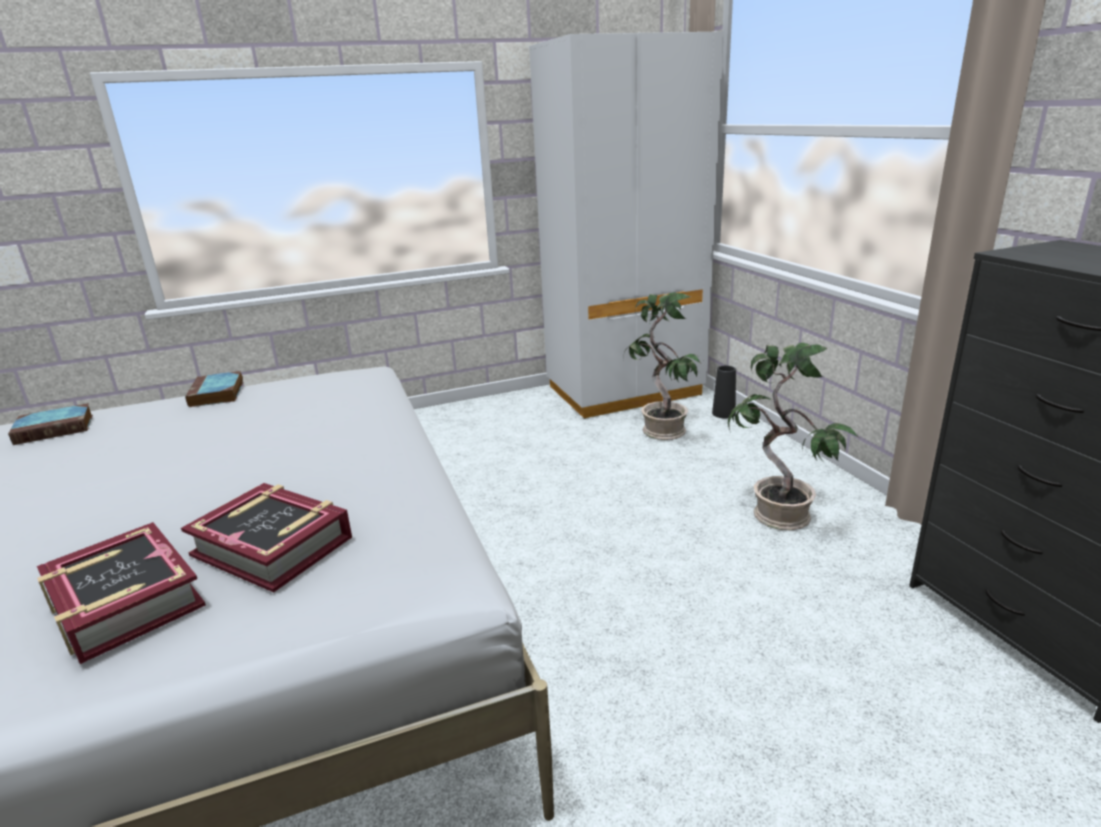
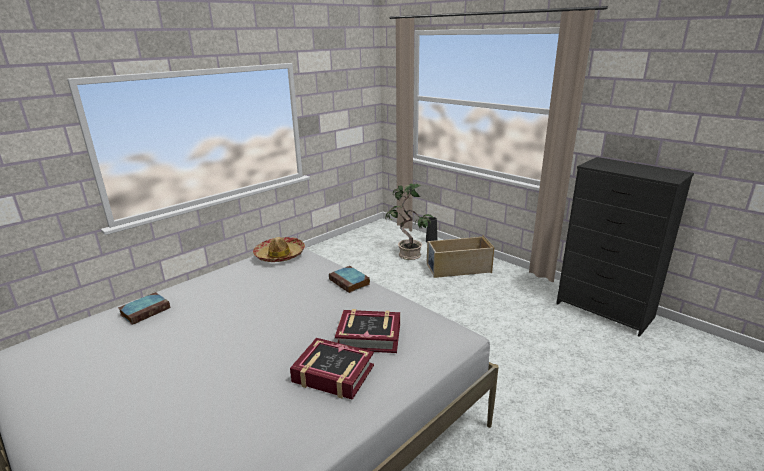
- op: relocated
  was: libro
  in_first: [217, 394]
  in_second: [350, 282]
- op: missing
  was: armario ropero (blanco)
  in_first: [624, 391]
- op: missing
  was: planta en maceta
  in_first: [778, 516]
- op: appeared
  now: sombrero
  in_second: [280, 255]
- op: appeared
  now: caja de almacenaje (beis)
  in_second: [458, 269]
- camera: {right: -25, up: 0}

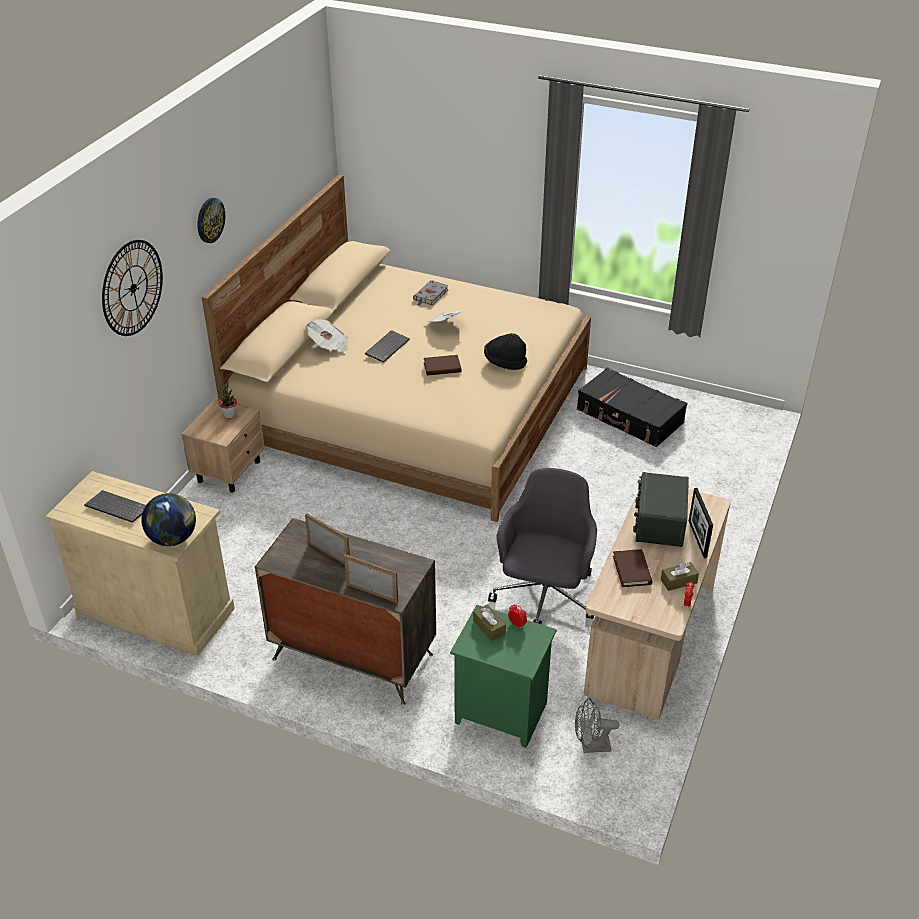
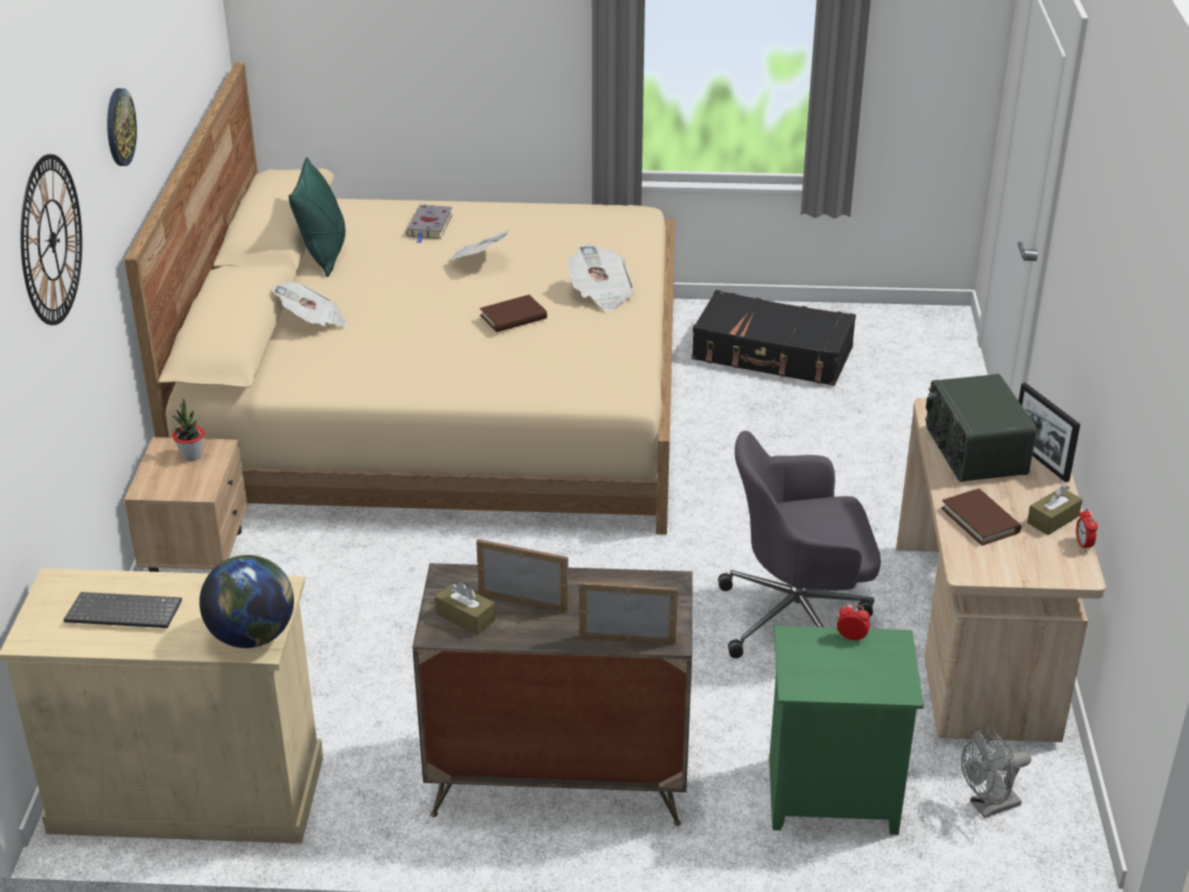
- op: missing
  was: teclado
  in_first: [387, 347]
- op: relocated
  was: caja de pañuelos (marrón)
  in_first: [489, 627]
  in_second: [465, 617]
- op: exchanged
  was: sombrero (negro)
  now: periódico
  in_first: [505, 362]
  in_second: [601, 294]
- op: spun
  was: silla de oficina (gris)
  in_first: [544, 596]
  in_second: [798, 619]
  clockwise: -90
- op: appeared
  now: cojín (verde)
  in_second: [324, 255]
- camera: {right: -20, up: -5}

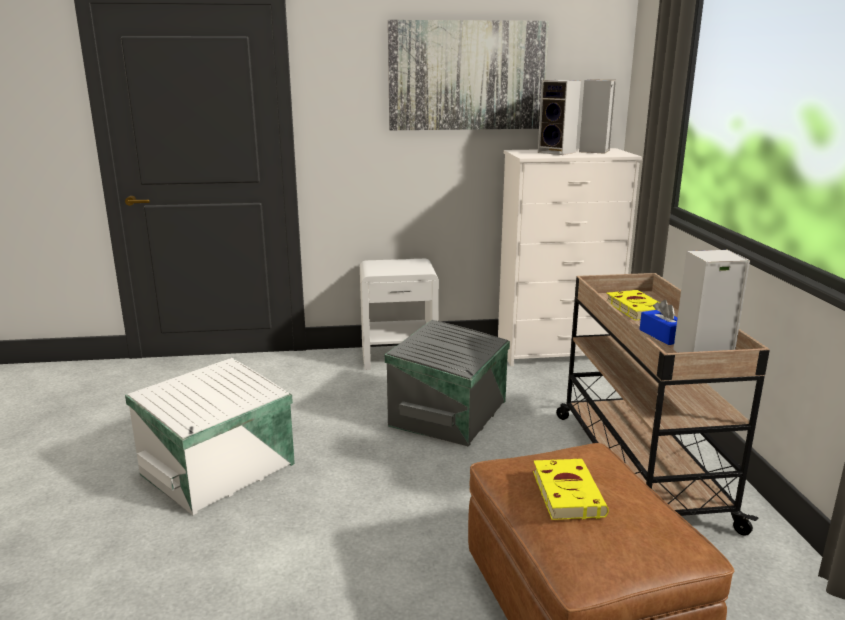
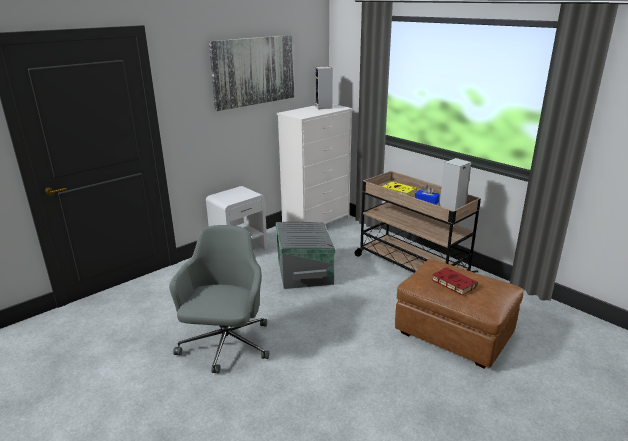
- op: exchanged
  was: caja de almacenaje (blanco)
  now: silla de oficina (gris)
  in_first: [220, 469]
  in_second: [226, 346]
- op: colour
  was: libro (amarillo)
  now: libro (rojo)
  in_first: [566, 492]
  in_second: [452, 283]
- op: missing
  was: altavoz
  in_first: [558, 152]
- camera: {right: -35, up: 5}

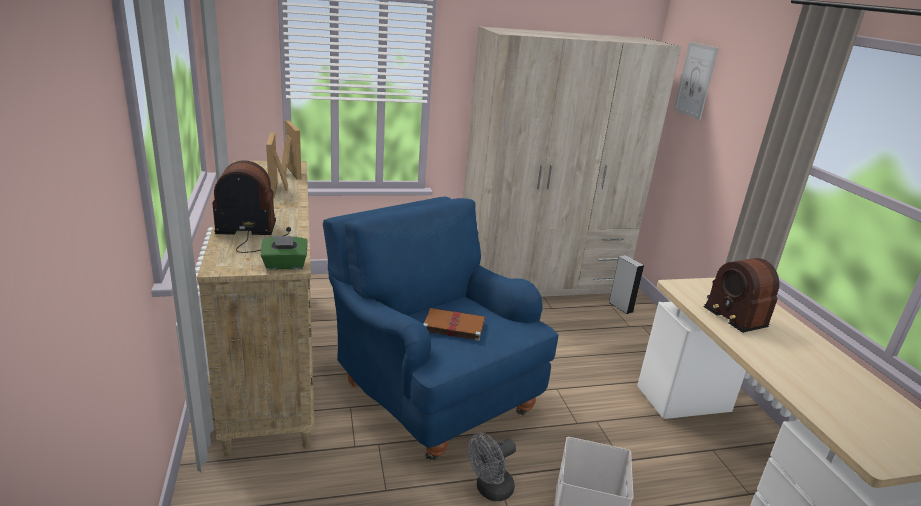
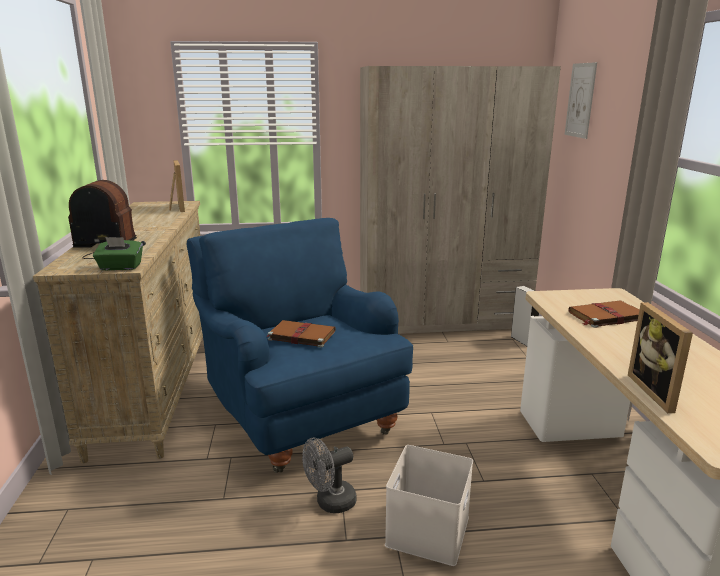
- op: relocated
  was: portarretratos
  in_first: [279, 189]
  in_second: [658, 392]
- op: exchanged
  was: radio
  now: libro (marrón)
  in_first: [737, 311]
  in_second: [605, 316]
- camera: {right: 10, up: -5}

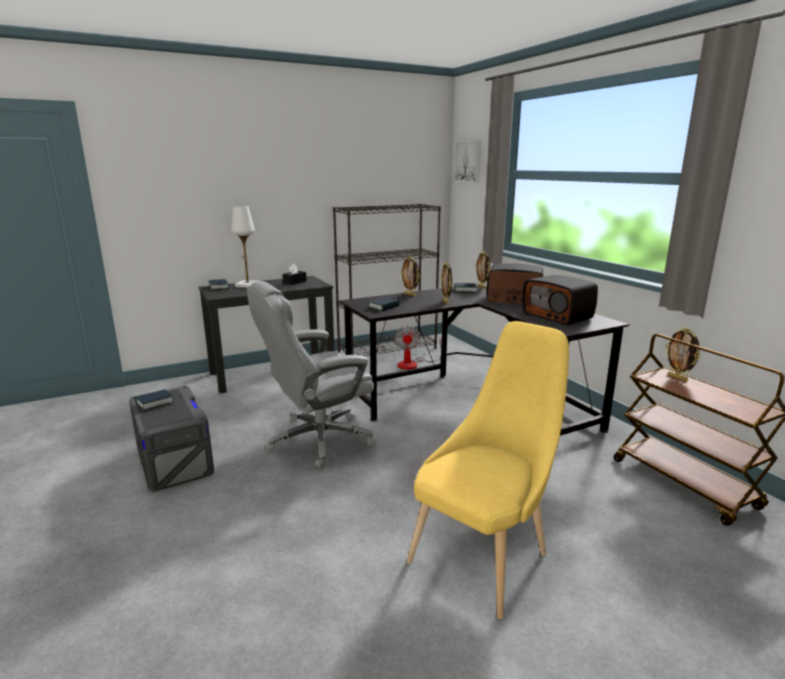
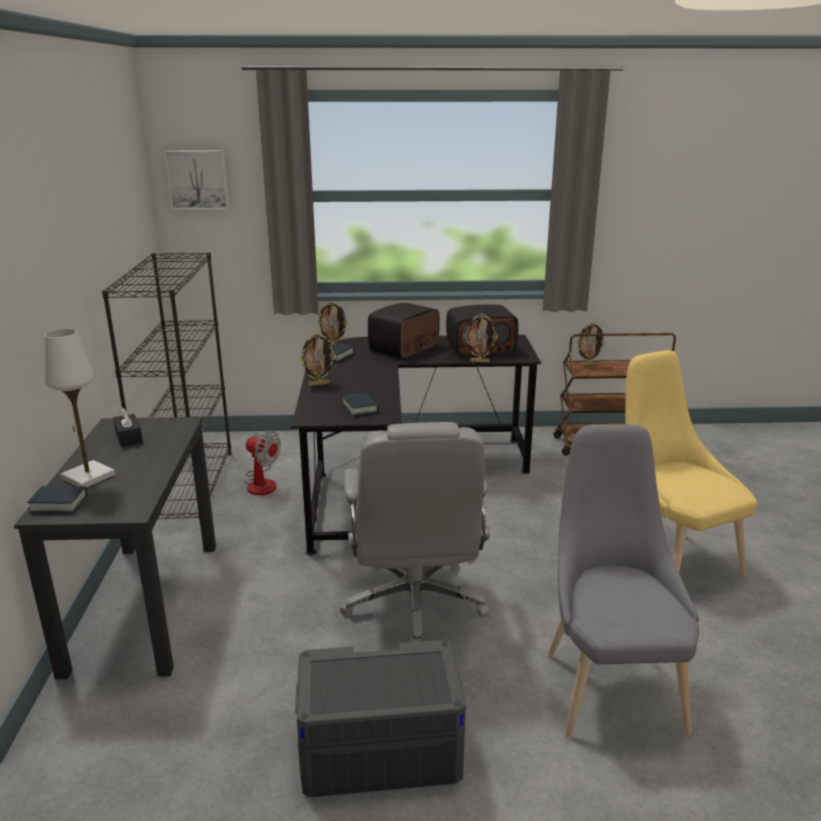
- op: missing
  was: libro
  in_first: [154, 403]
- op: relocated
  was: portarretratos
  in_first: [446, 302]
  in_second: [480, 361]
- op: appeared
  now: silla (gris)
  in_second: [608, 683]
- camera: {right: -65, up: 5}

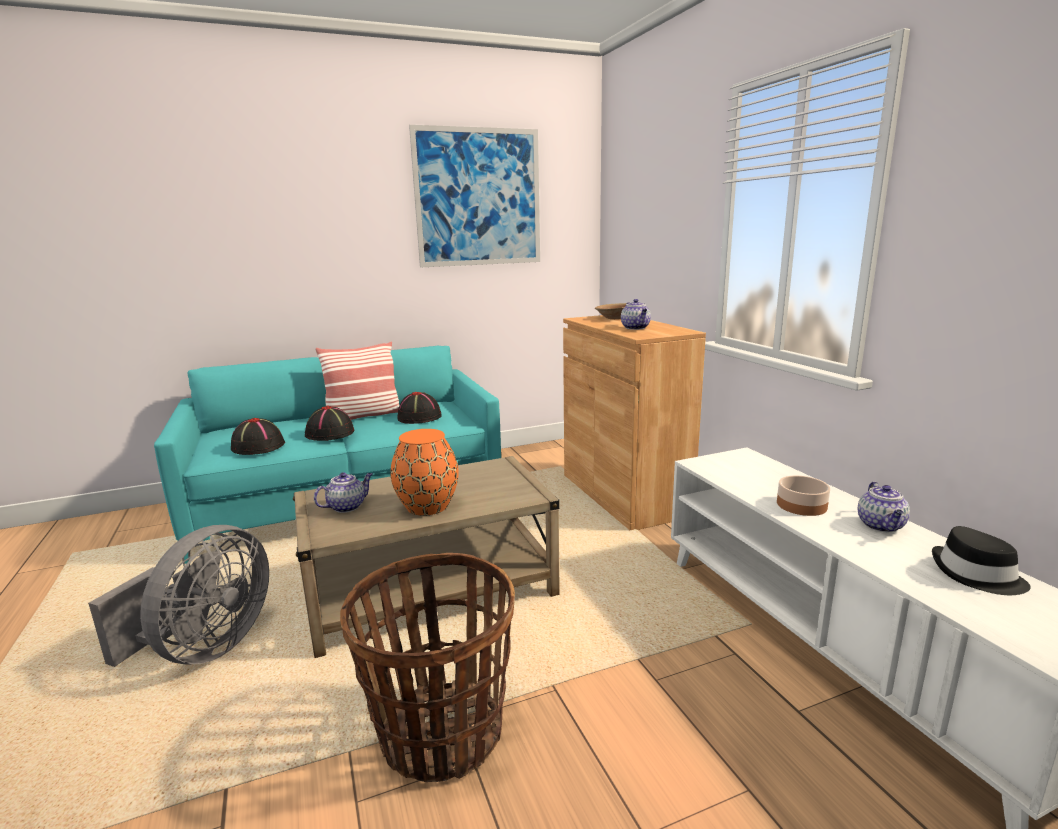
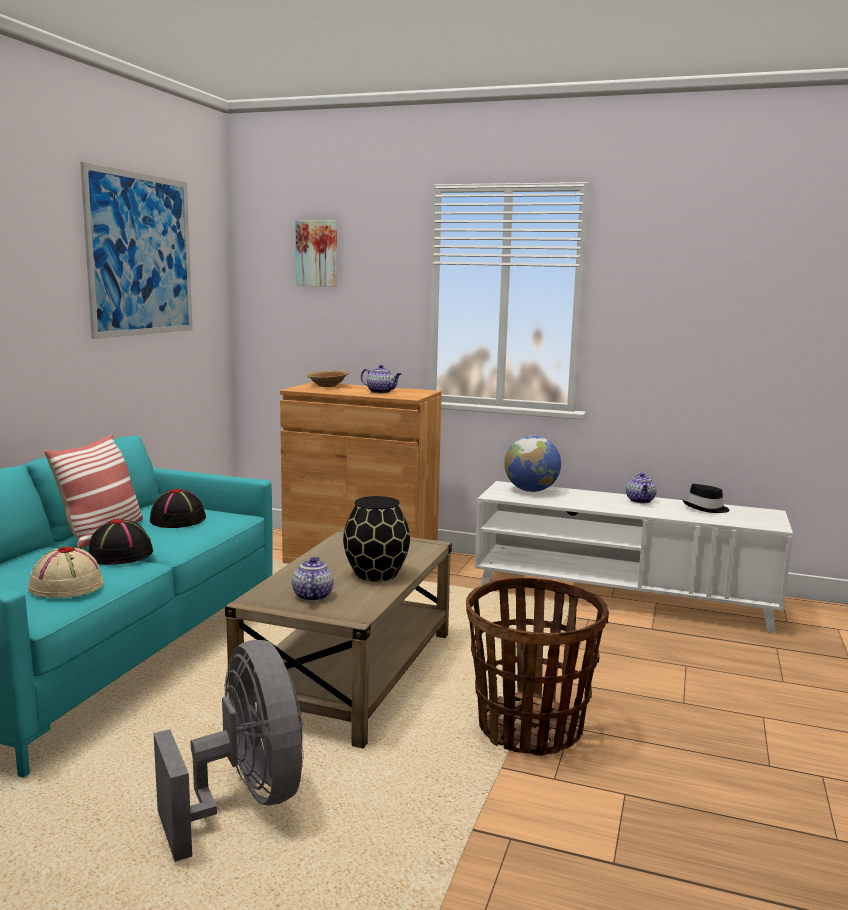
- op: colour
  was: sombrero (negro)
  now: sombrero (beis)
  in_first: [257, 446]
  in_second: [66, 586]
- op: colour
  was: florero (naranja)
  now: florero (negro)
  in_first: [428, 506]
  in_second: [377, 574]
- op: missing
  was: cuenco
  in_first: [801, 505]
- op: spun
  was: tetera
  in_first: [881, 526]
  in_second: [640, 501]
  clockwise: 45
- op: appeared
  now: cuadro
  in_second: [317, 253]
- op: appeared
  now: globo terráqueo
  in_second: [531, 491]
- camera: {right: -50, up: -5}

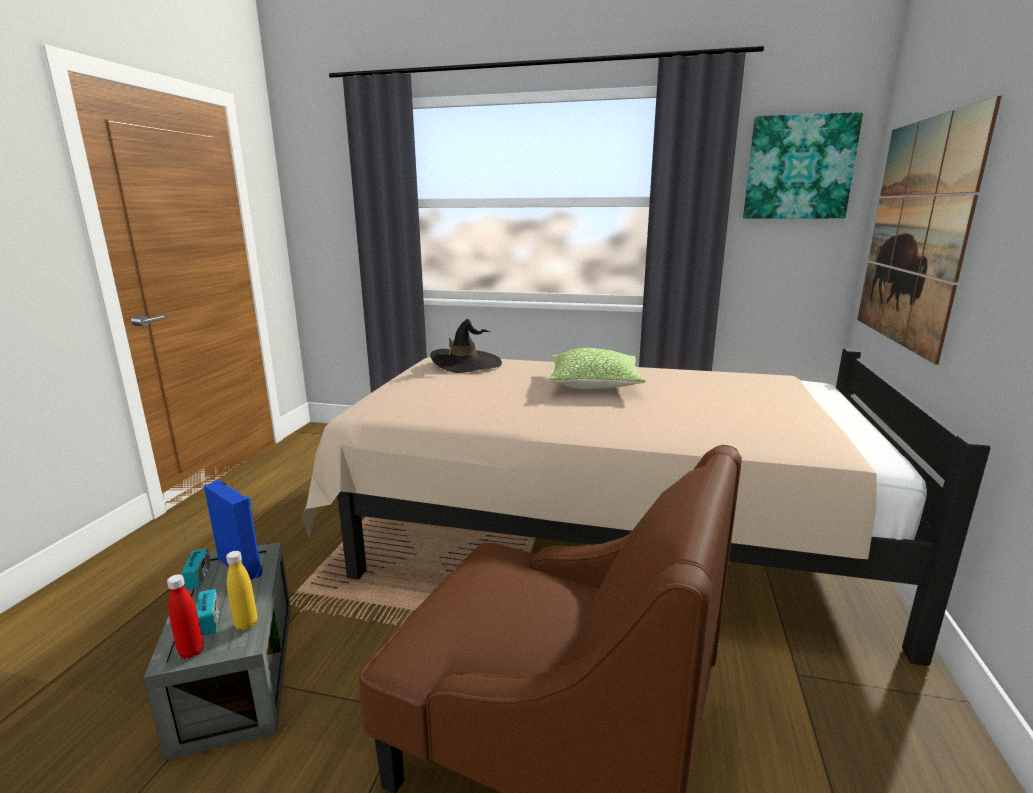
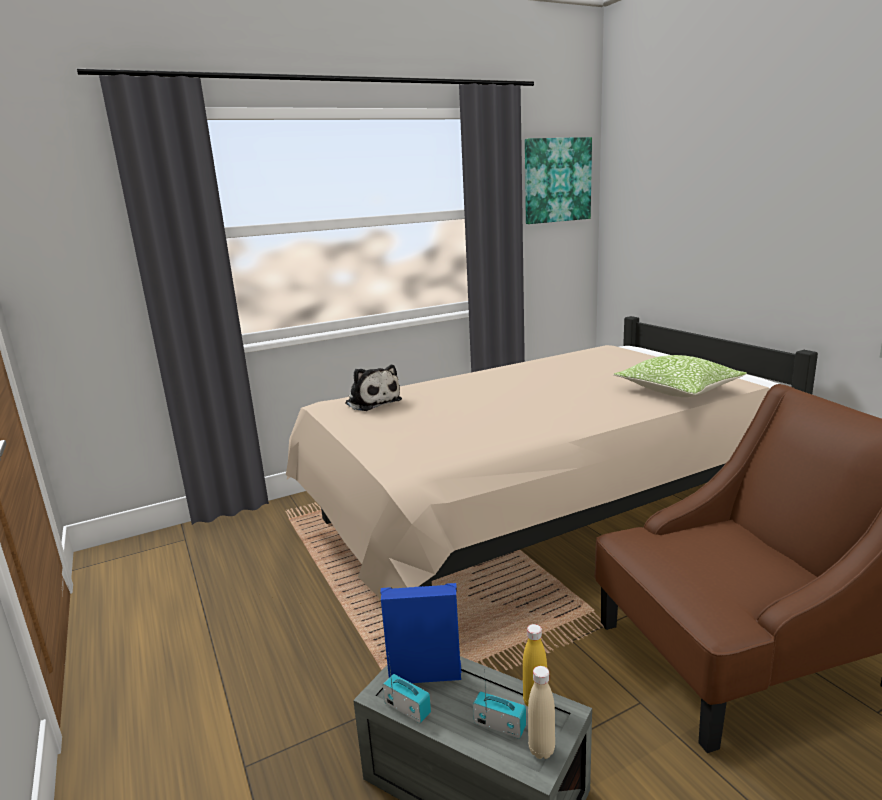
- op: colour
  was: botella (rojo)
  now: botella (beis)
  in_first: [191, 651]
  in_second: [541, 750]
- op: exchanged
  was: sombrero (negro)
  now: peluche
  in_first: [466, 364]
  in_second: [372, 402]
- op: relocated
  was: cojín
  in_first: [594, 384]
  in_second: [678, 390]
- op: missing
  was: cuadro
  in_first: [916, 233]
- camera: {right: -40, up: 0}

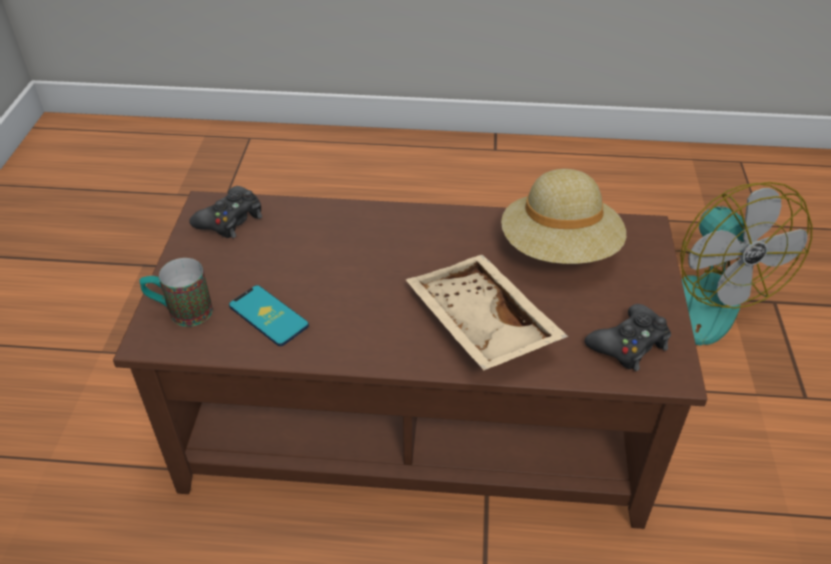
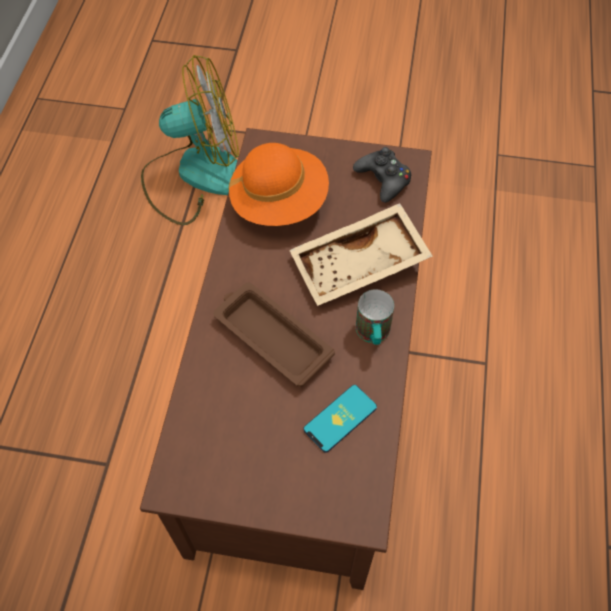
- op: relocated
  was: taza grande
  in_first: [181, 312]
  in_second: [373, 335]
- op: missing
  was: mando de consola (negro)
  in_first: [230, 220]
- op: colour
  was: sombrero (beis)
  now: sombrero (naranja)
  in_first: [559, 250]
  in_second: [279, 201]
- op: appeared
  now: bandeja (marrón)
  in_second: [271, 336]
- camera: {right: -85, up: 15}

